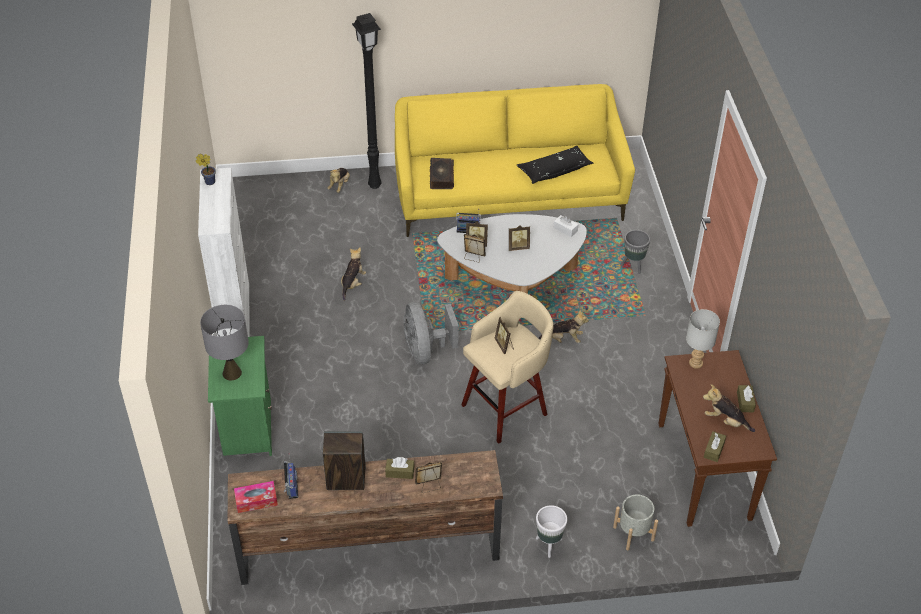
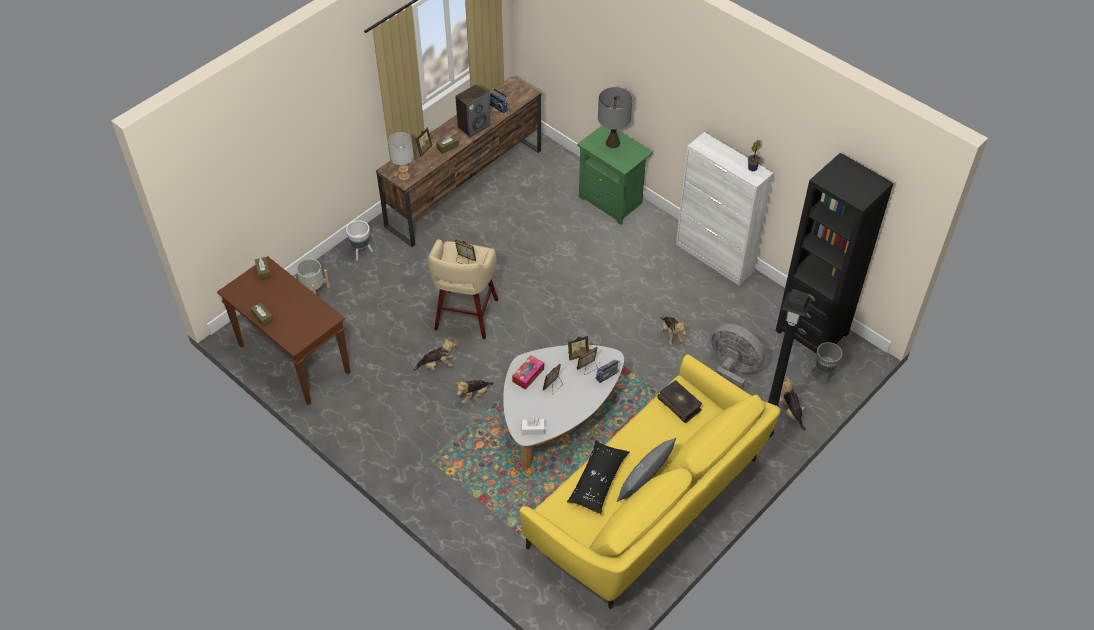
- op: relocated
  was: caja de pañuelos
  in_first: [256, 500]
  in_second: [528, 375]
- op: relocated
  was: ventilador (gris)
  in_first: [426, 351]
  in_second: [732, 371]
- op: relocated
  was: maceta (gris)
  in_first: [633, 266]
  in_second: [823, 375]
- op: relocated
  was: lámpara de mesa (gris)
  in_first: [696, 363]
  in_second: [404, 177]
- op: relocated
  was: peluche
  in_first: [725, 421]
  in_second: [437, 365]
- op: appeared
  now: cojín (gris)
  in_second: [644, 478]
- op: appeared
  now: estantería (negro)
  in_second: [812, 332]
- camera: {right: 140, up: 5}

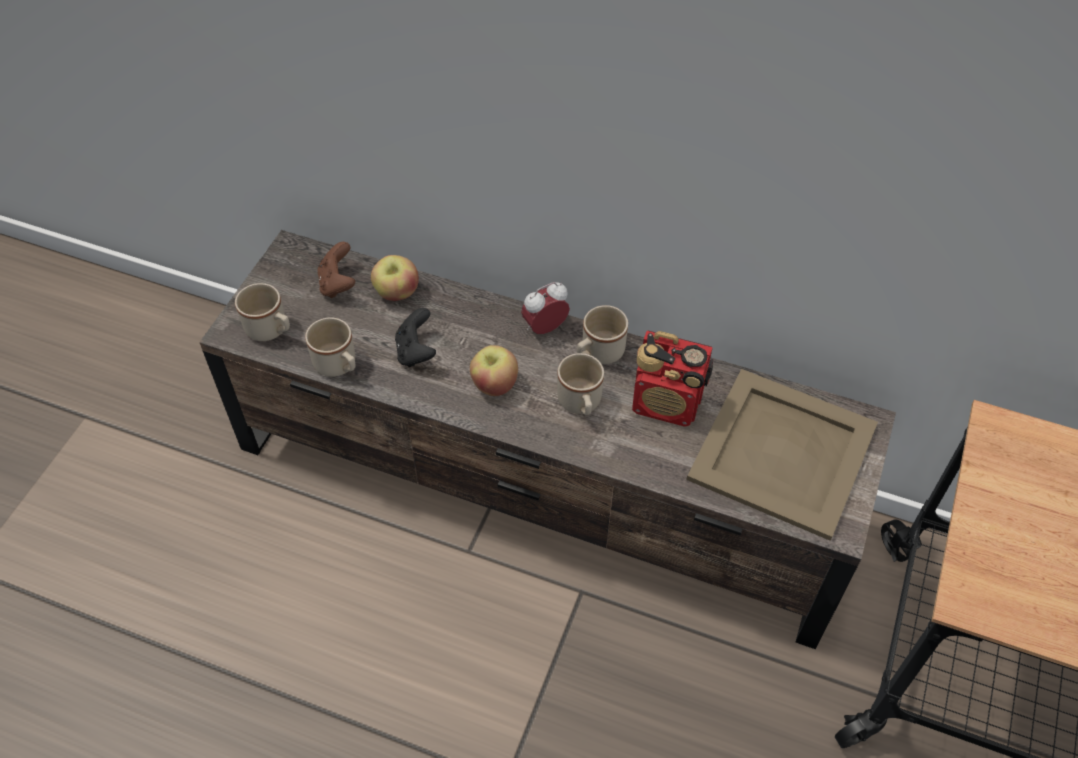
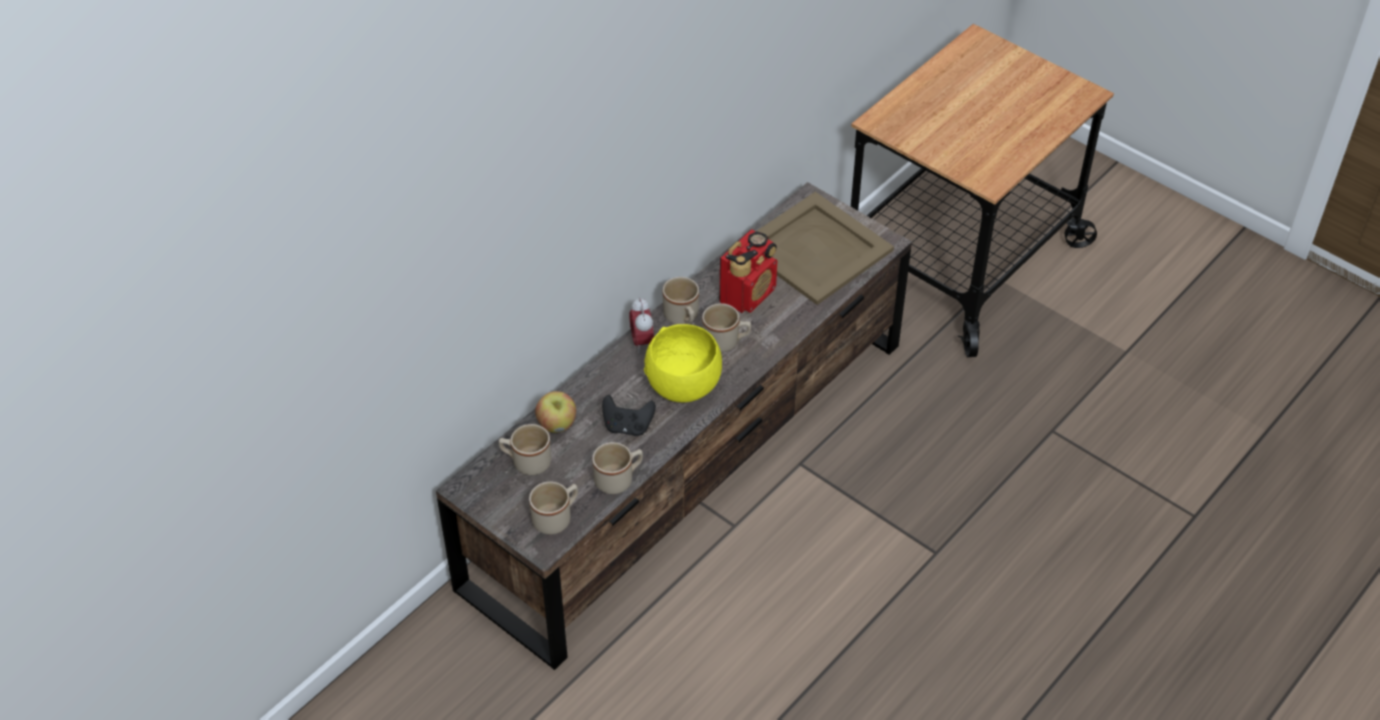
- op: exchanged
  was: mando de consola (marrón)
  now: taza grande (beis)
  in_first: [338, 284]
  in_second: [526, 462]
- op: exchanged
  was: manzana
  now: cuenco (amarillo)
  in_first: [494, 384]
  in_second: [684, 386]
- camera: {right: -70, up: -5}

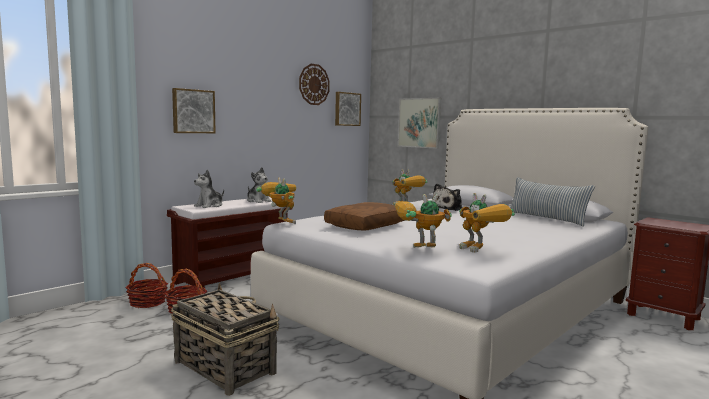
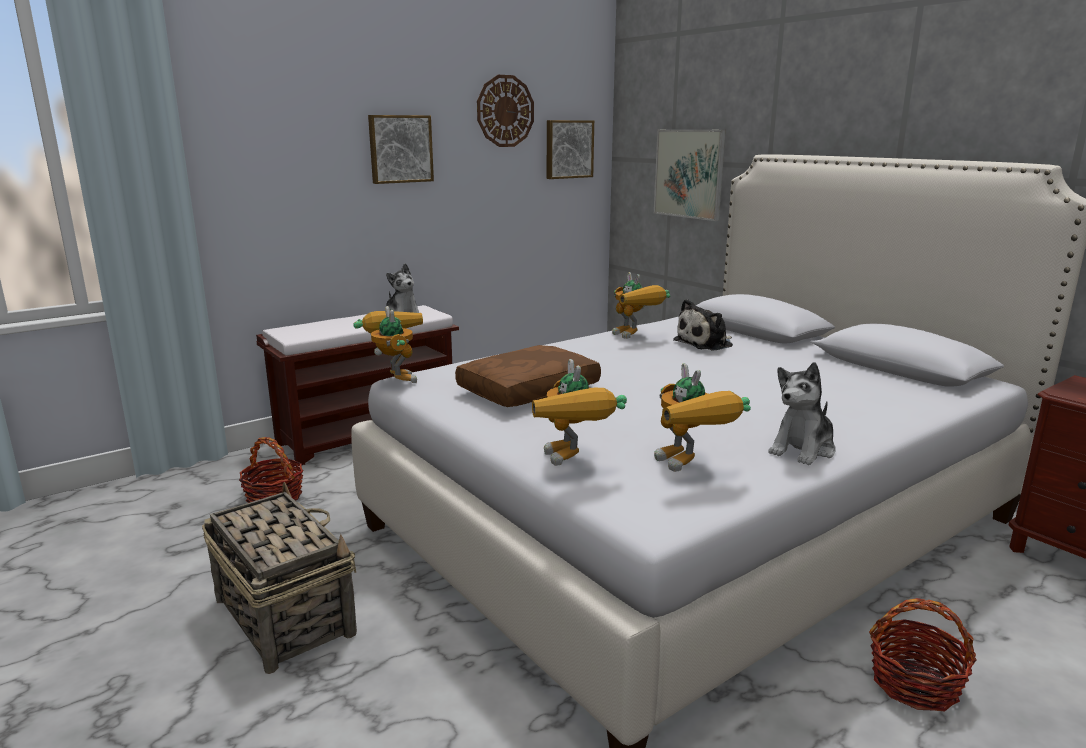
- op: relocated
  was: cesta
  in_first: [147, 302]
  in_second: [915, 684]
- op: relocated
  was: cuadro
  in_first: [193, 111]
  in_second: [400, 149]
- op: relocated
  was: peluche
  in_first: [209, 205]
  in_second: [803, 449]
- op: spun
  was: robot de juguete
  in_first: [417, 250]
  in_second: [574, 462]
  clockwise: -105
- op: missing
  was: cojín
  in_first: [546, 219]
- camera: {right: 10, up: 10}

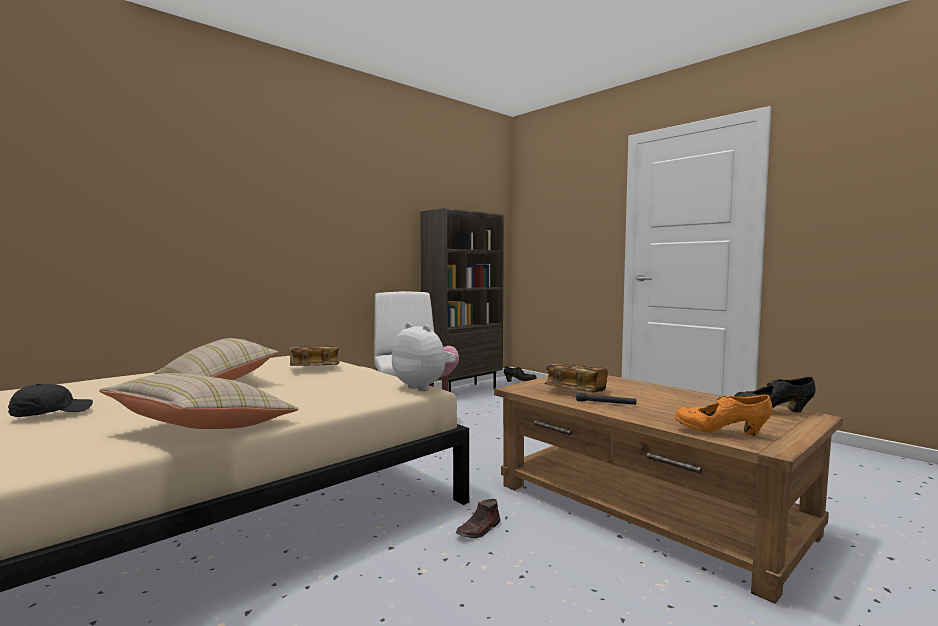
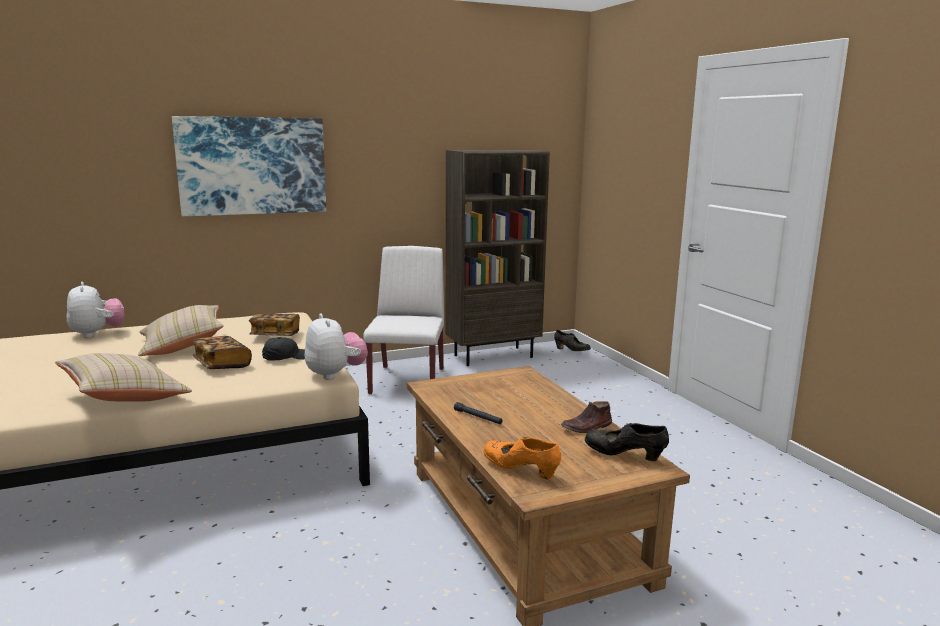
- op: relocated
  was: gorra (negro)
  in_first: [51, 413]
  in_second: [285, 358]
- op: relocated
  was: zapato (marrón)
  in_first: [479, 530]
  in_second: [587, 427]
- op: relocated
  was: libro
  in_first: [576, 391]
  in_second: [222, 364]
- op: appeared
  now: peluche
  in_second: [97, 334]
- op: appeared
  now: cuadro
  in_second: [252, 166]
- camera: {right: 20, up: 10}

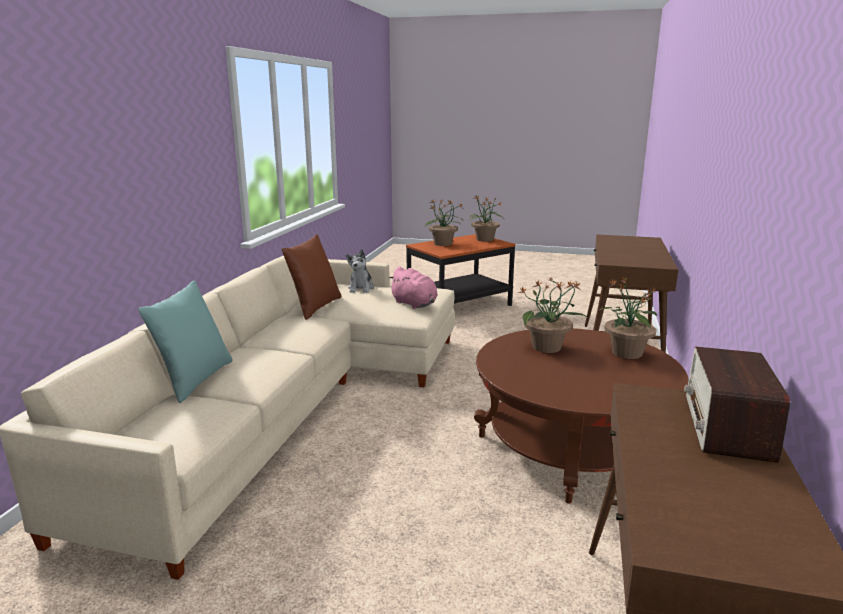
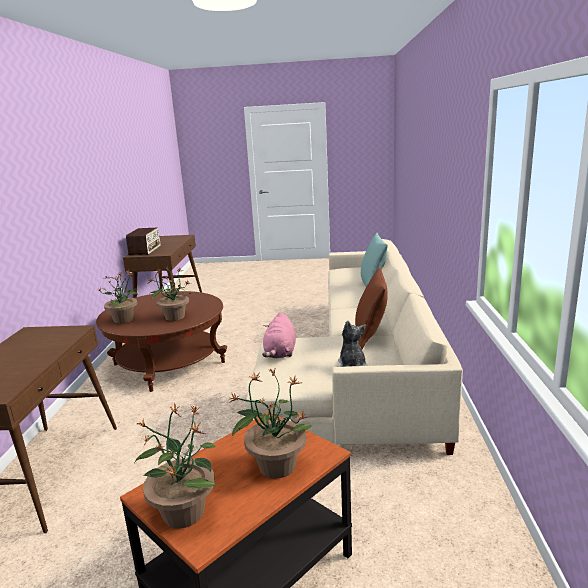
- op: spun
  was: peluche (rosa)
  in_first: [415, 304]
  in_second: [280, 353]
  clockwise: -120
- camera: {right: 170, up: 0}

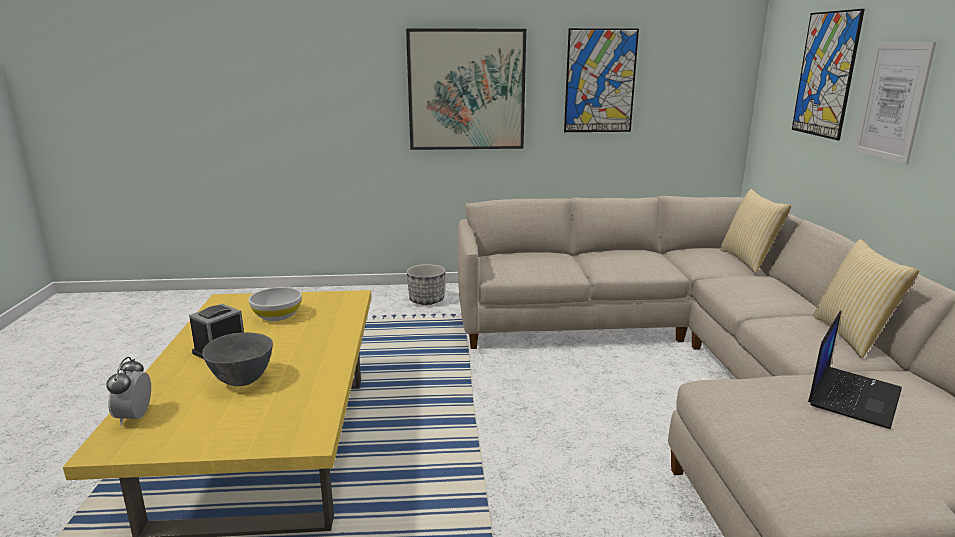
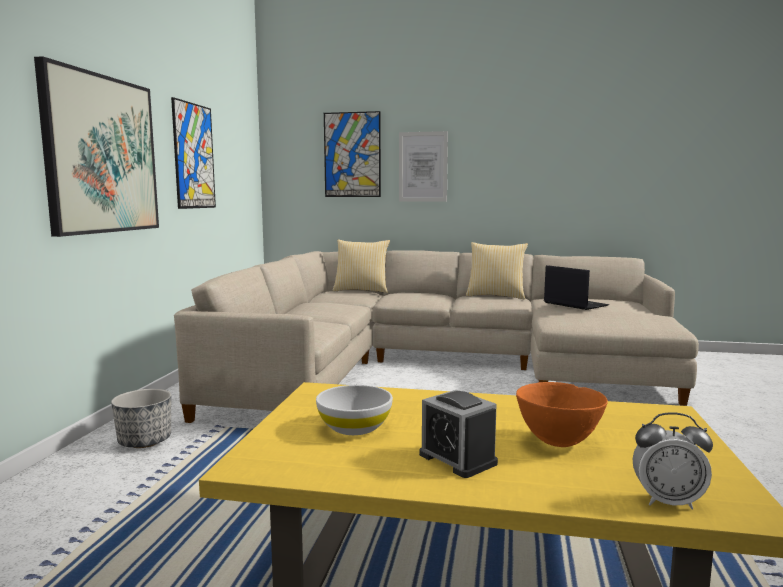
- op: colour
  was: cuenco (gris)
  now: cuenco (naranja)
  in_first: [243, 381]
  in_second: [558, 442]
- camera: {right: -75, up: -10}

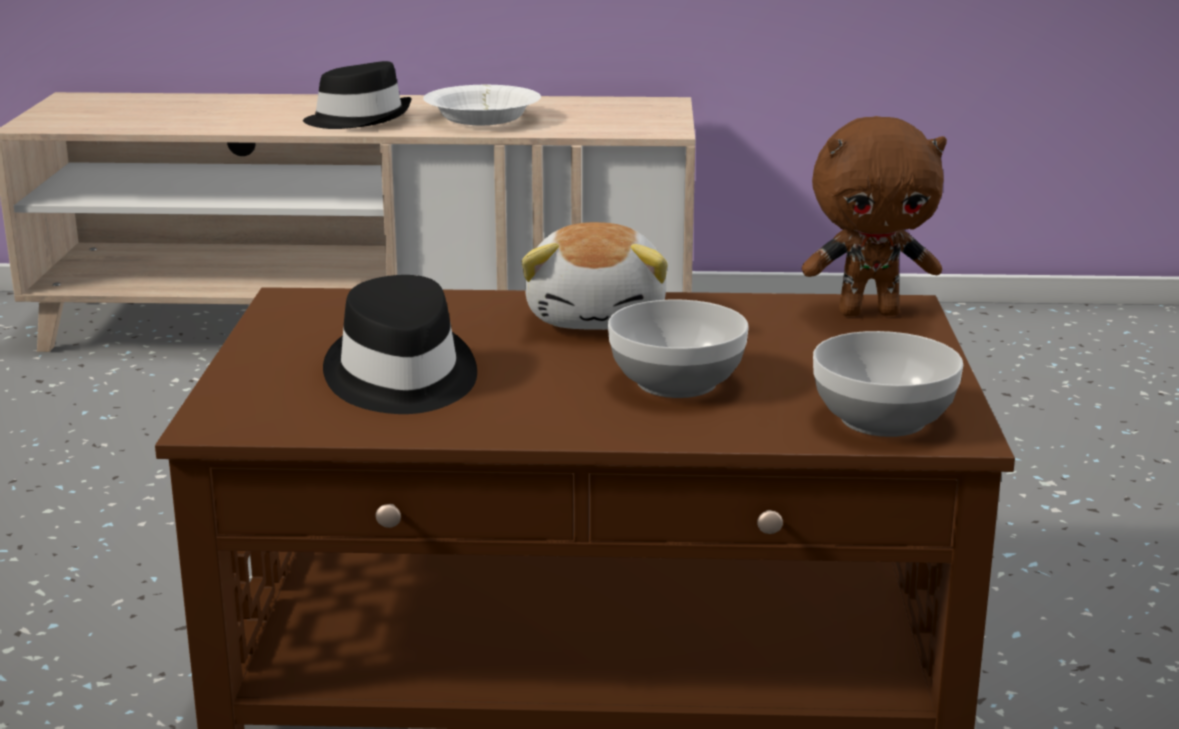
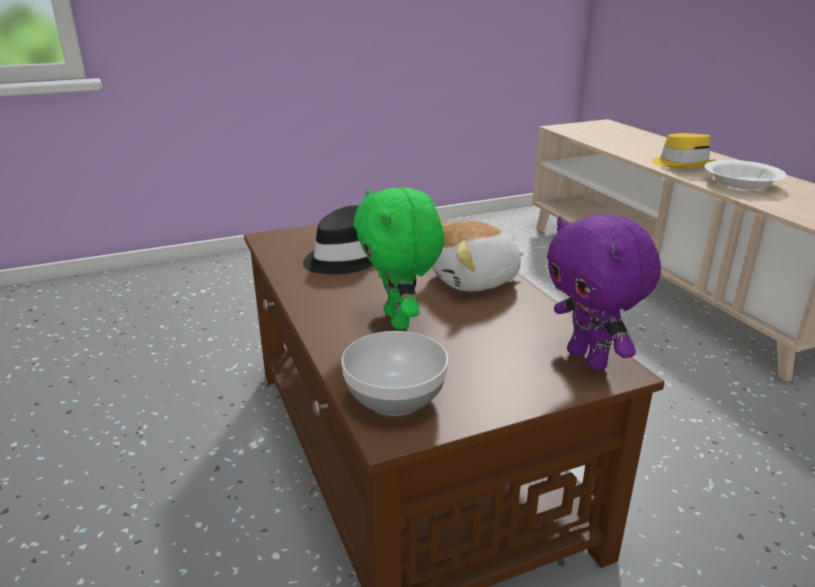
- op: colour
  was: sombrero (negro)
  now: sombrero (amarillo)
  in_first: [359, 119]
  in_second: [682, 164]
- op: exchanged
  was: cuenco
  now: peluche (verde)
  in_first: [678, 382]
  in_second: [400, 320]
- op: colour
  was: peluche (marrón)
  now: peluche (morado)
  in_first: [869, 312]
  in_second: [589, 359]
- camera: {right: 65, up: 5}

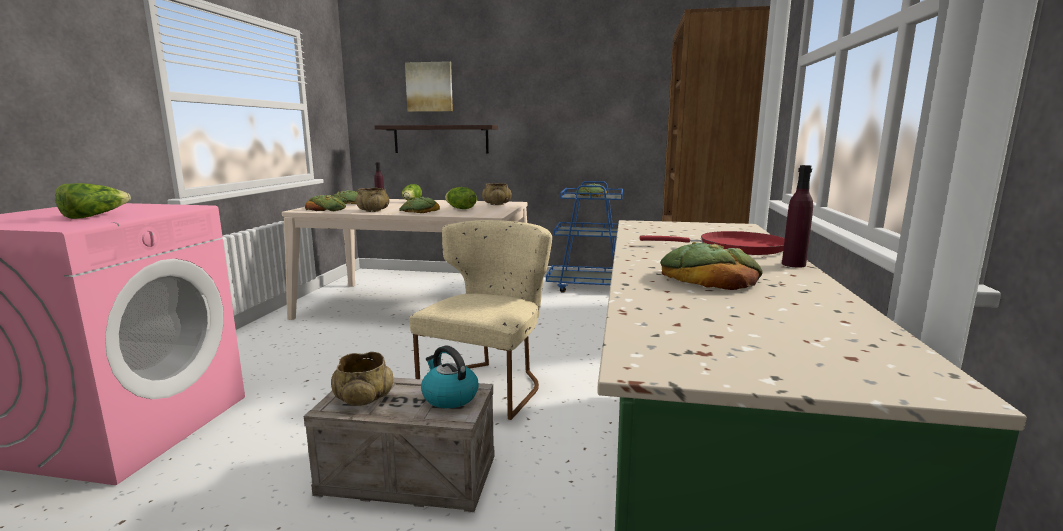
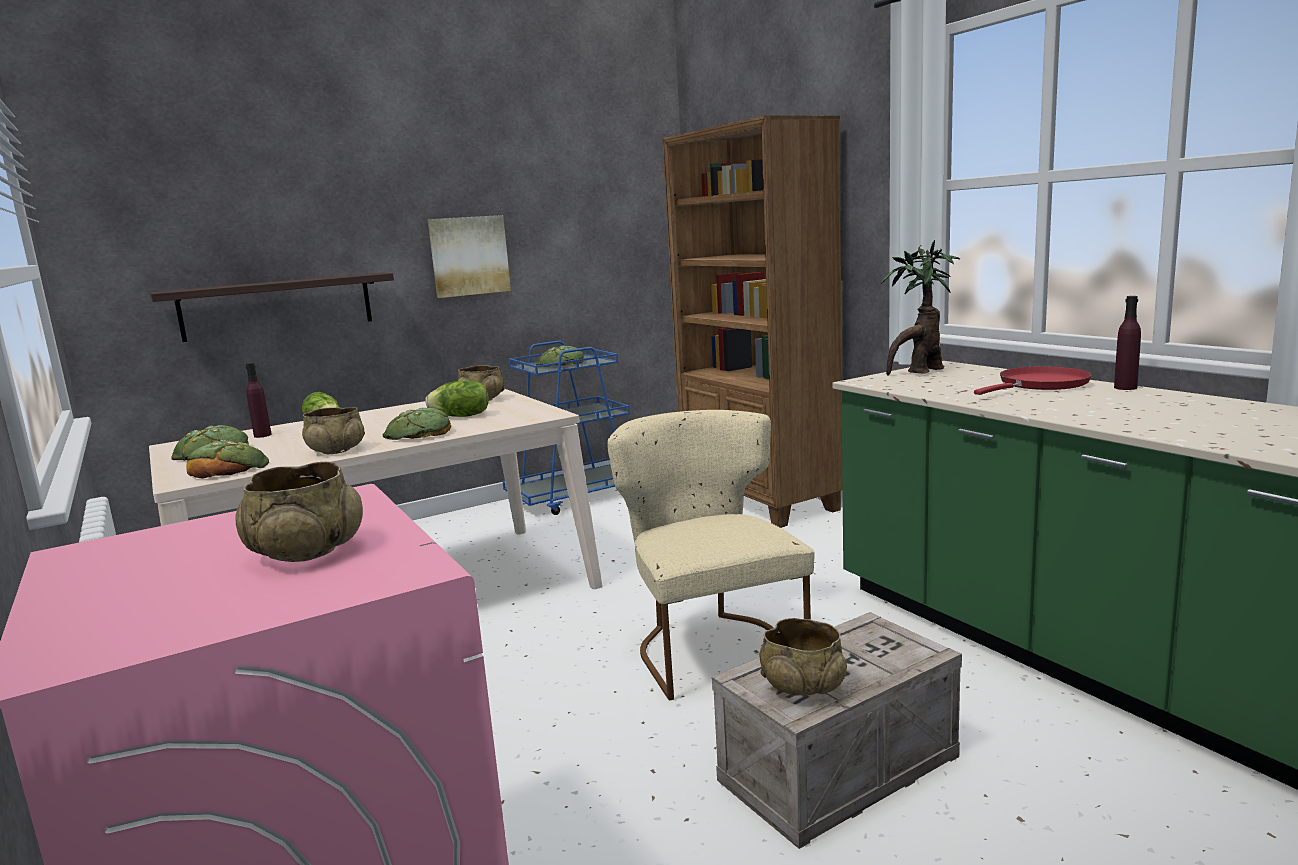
- op: exchanged
  was: lechuga
  now: cuenco (beis)
  in_first: [94, 216]
  in_second: [306, 552]
- op: relocated
  was: cuadro
  in_first: [429, 87]
  in_second: [469, 256]
- op: missing
  was: hervidor
  in_first: [449, 397]
- op: missing
  was: pan
  in_first: [709, 278]
- op: appeared
  now: planta en maceta
  in_second: [919, 372]
- camera: {right: -40, up: 0}

